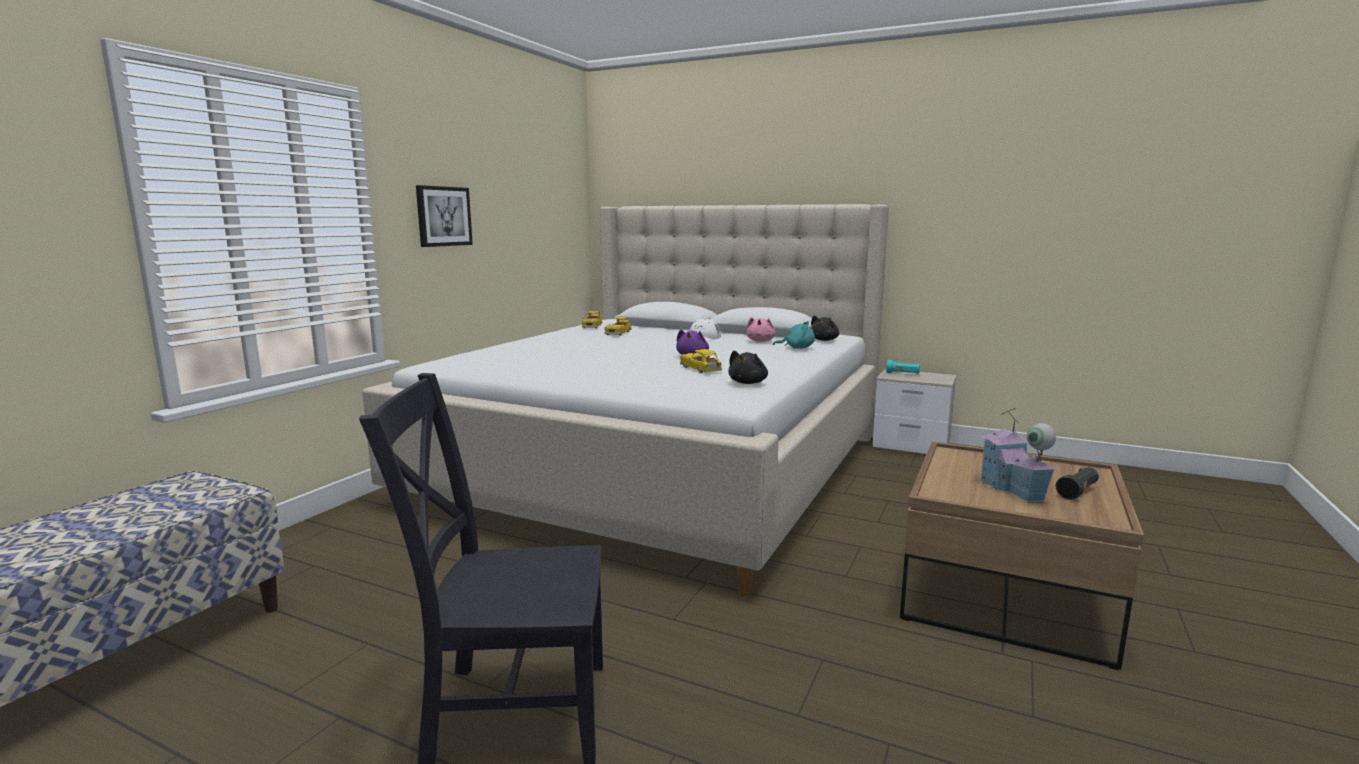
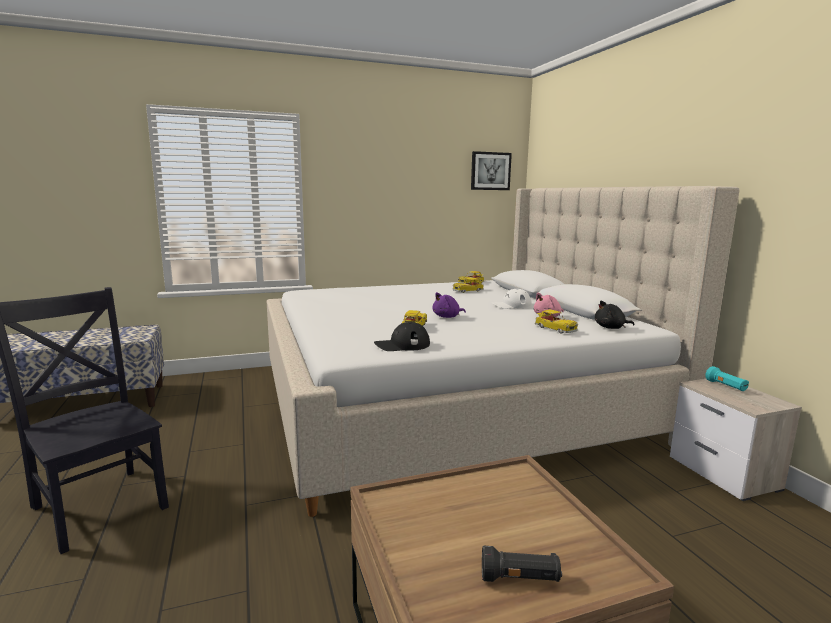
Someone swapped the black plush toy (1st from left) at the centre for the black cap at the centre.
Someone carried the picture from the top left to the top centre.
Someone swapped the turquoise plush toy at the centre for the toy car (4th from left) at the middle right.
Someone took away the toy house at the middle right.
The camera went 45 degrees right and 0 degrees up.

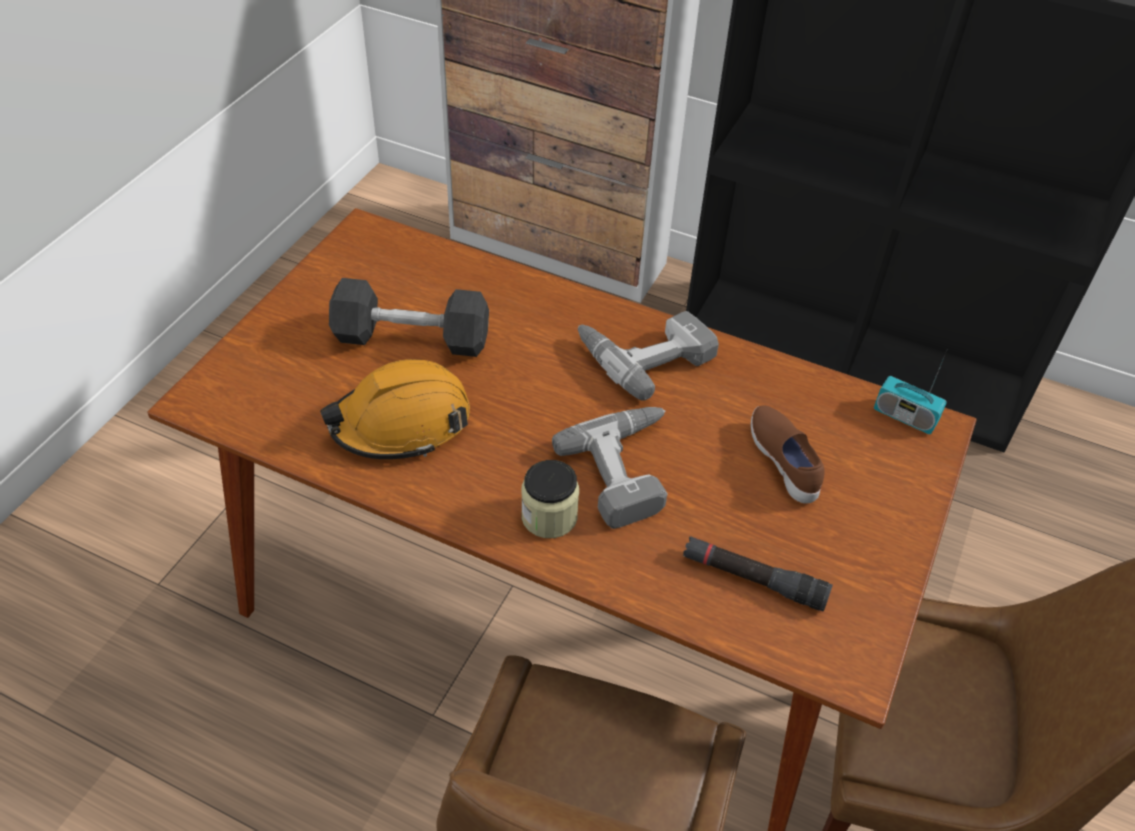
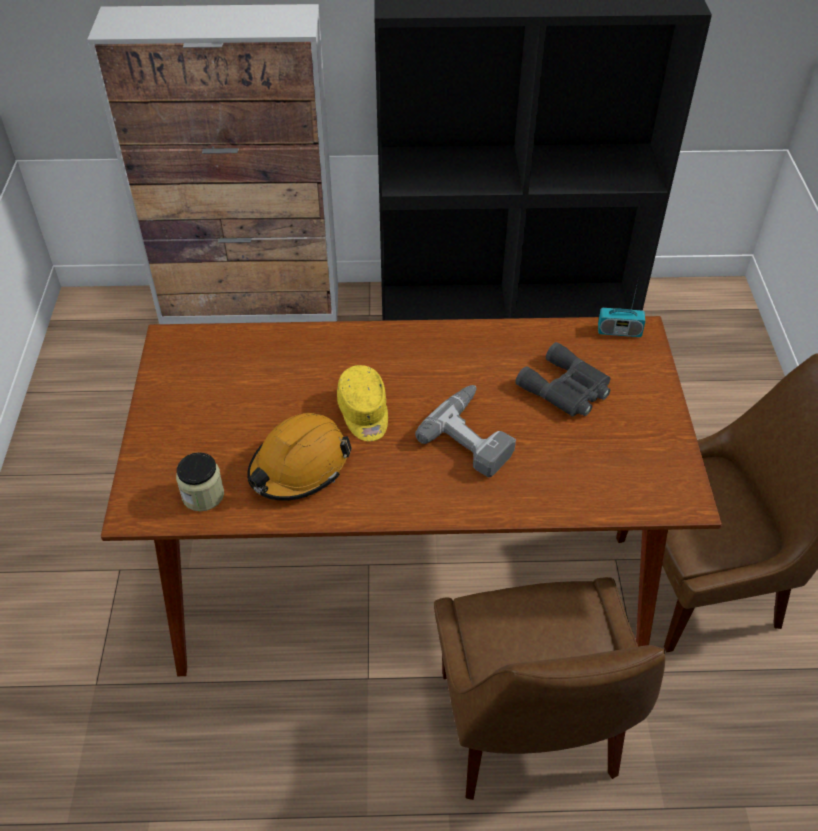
Someone carried the jar from the centre to the middle left.
Someone put down the yellow cap at the centre.
Someone swapped the brown shoe at the middle right for the grey binoculars at the middle right.
Someone took away the grey dumbbell at the centre.
Someone took away the power drill (2nd from left) at the centre.
Someone took away the black flashlight at the bottom right.
The camera went 25 degrees left and 0 degrees up.

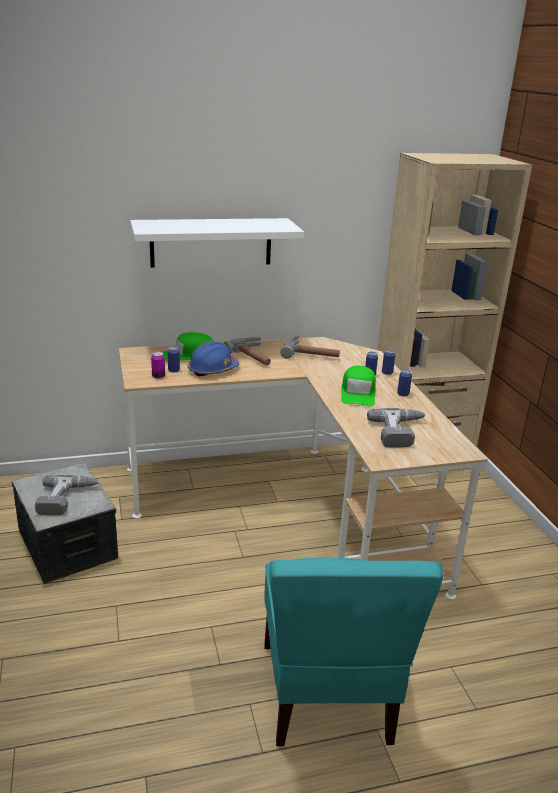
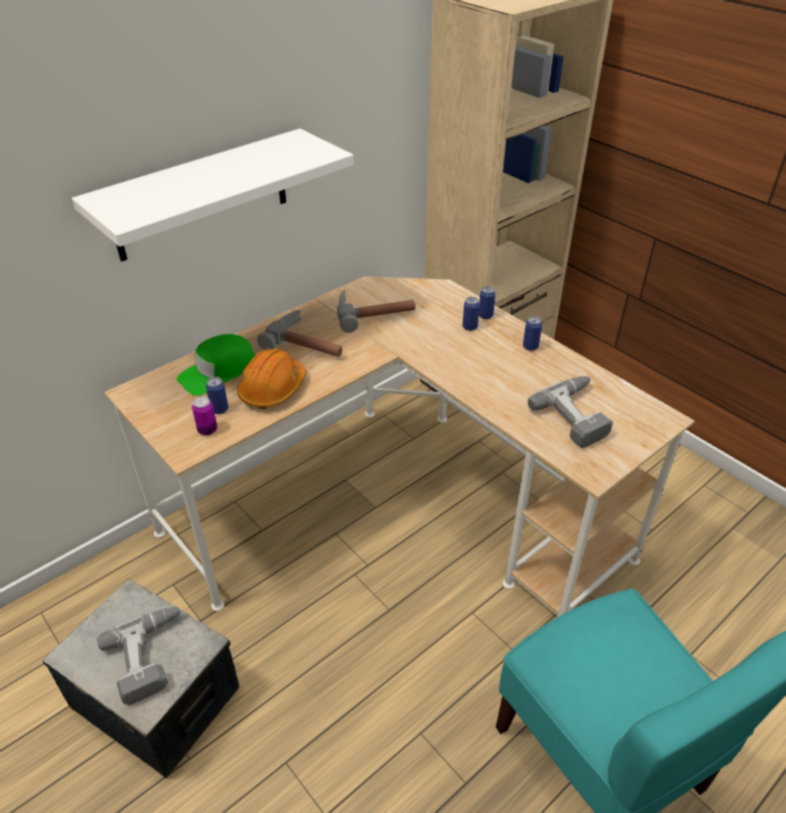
Someone repainted the blue hard hat at the centre, which became the orange hard hat at the centre.
Someone took away the green cap (2nd from left) at the centre.
The camera went 25 degrees left and 15 degrees up.

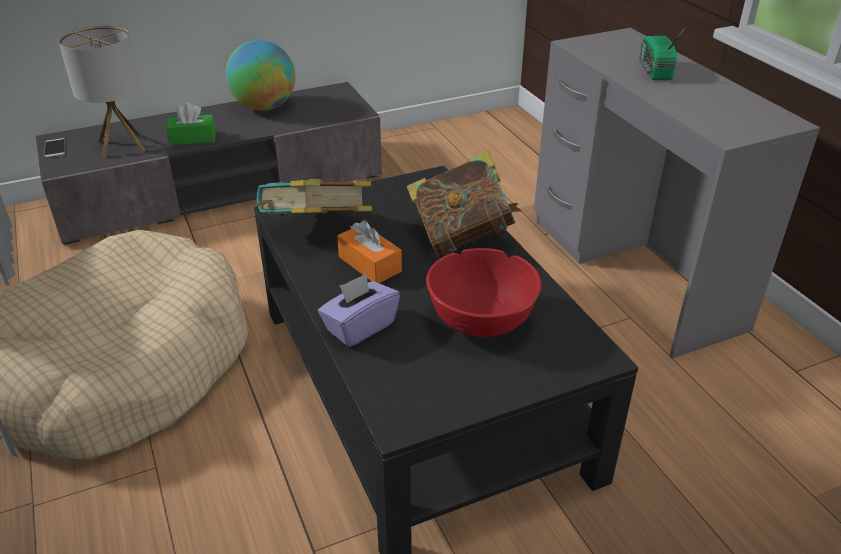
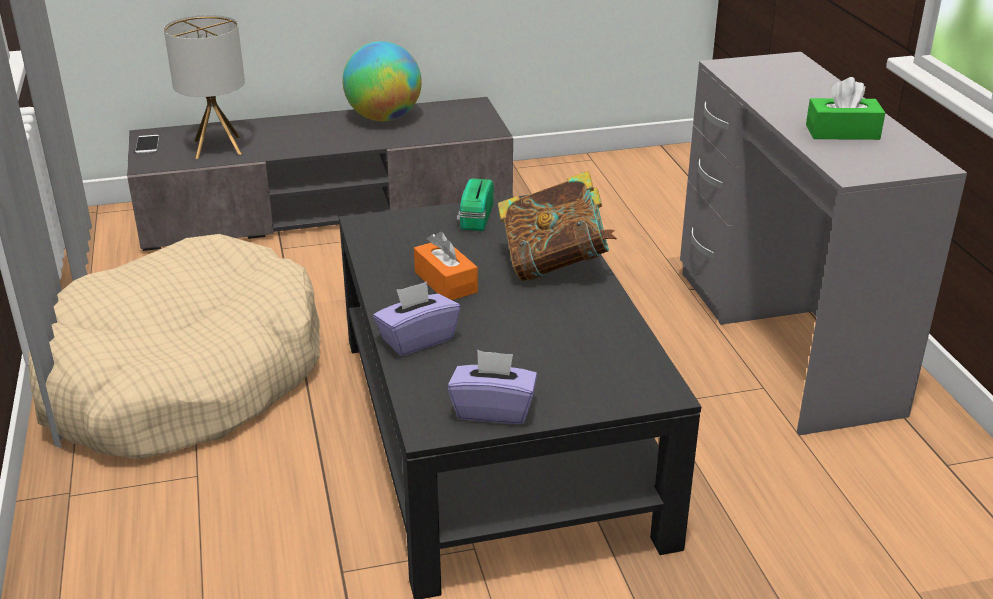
Someone put down the purple tissue box (2nd from left) at the centre.
Someone carried the radio from the top right to the centre.
Someone carried the green tissue box from the top left to the top right.
Someone took away the book (1st from left) at the centre.
Someone took away the red bowl at the centre.
The camera went 10 degrees right and 5 degrees down.

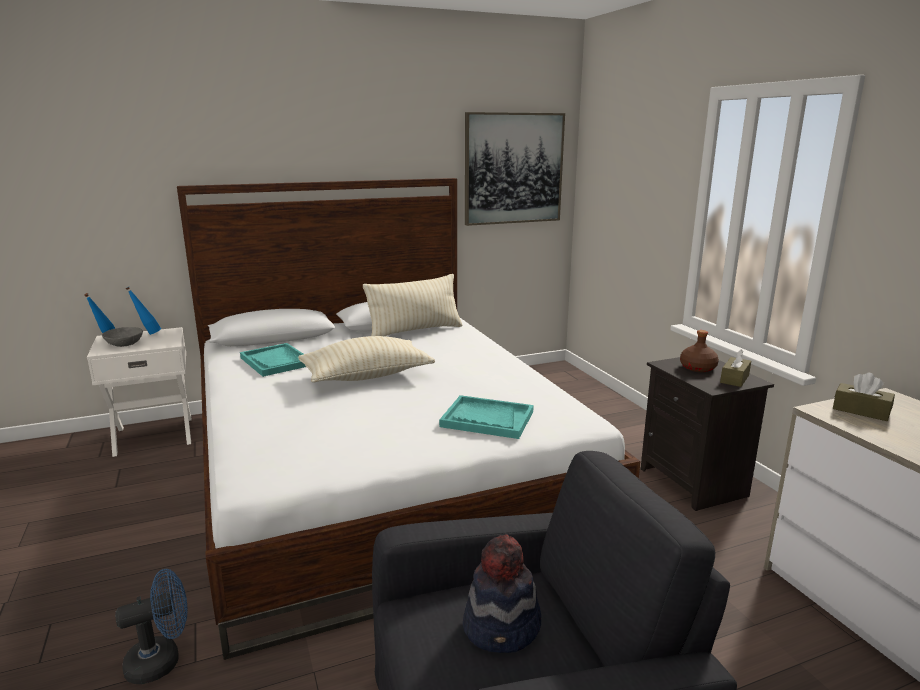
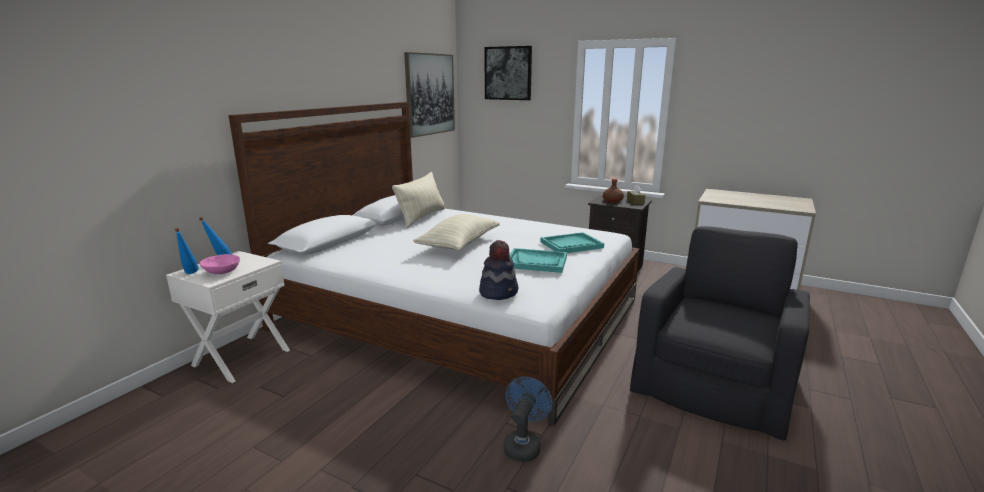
Someone repainted the grey bowl at the middle left, which became the pink bowl at the middle left.
Someone carried the hat from the bottom centre to the centre.
Someone put up the picture (2nd from left) at the top centre.
Someone carried the turquoise tray (1st from left) from the middle left to the centre.
Someone took away the brown tissue box (2nd from left) at the middle right.
The camera went 40 degrees left and 0 degrees up.

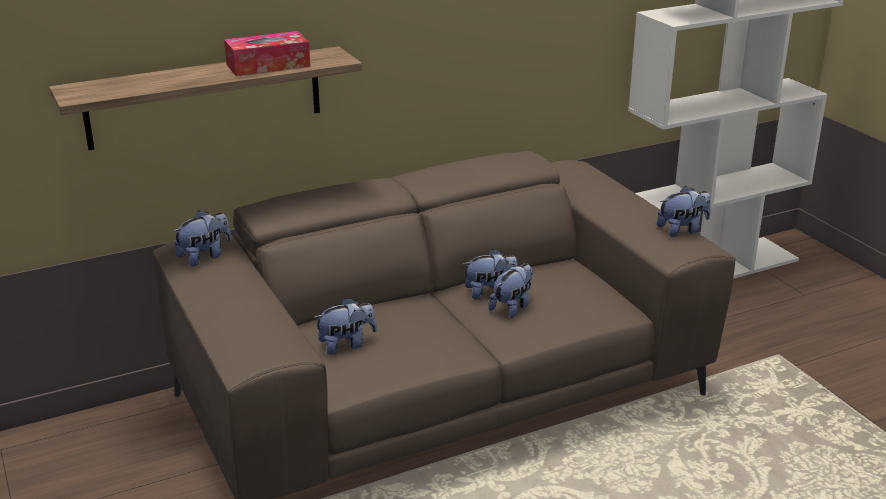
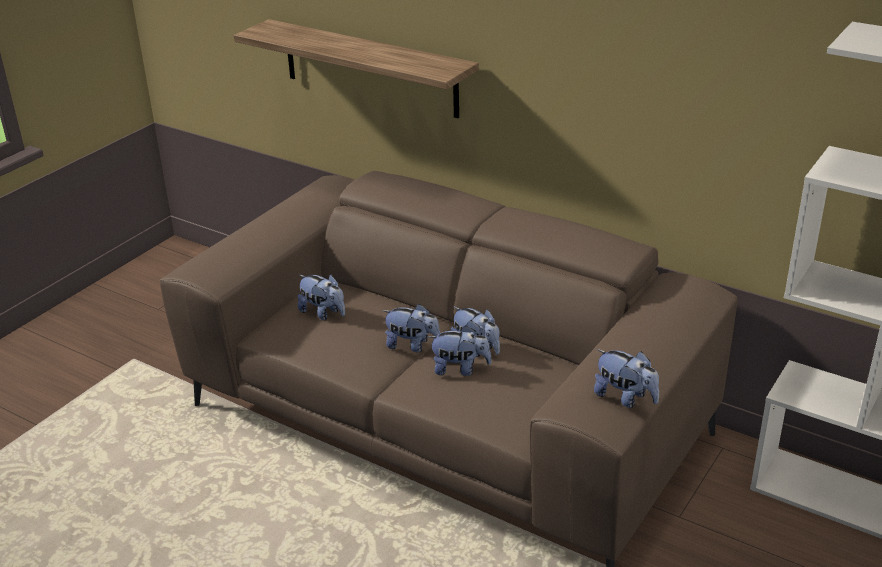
Someone carried the plush toy (1st from left in the first image) from the middle left to the centre.
Someone took away the tissue box at the top left.
The camera went 60 degrees right and 5 degrees up.

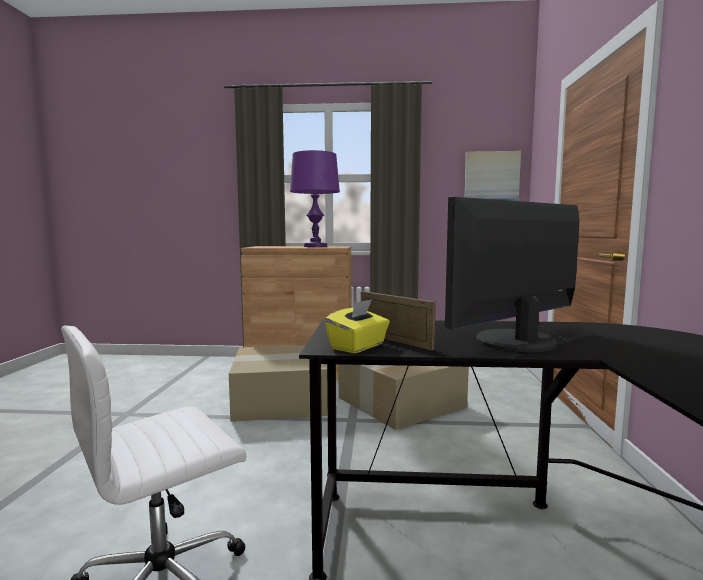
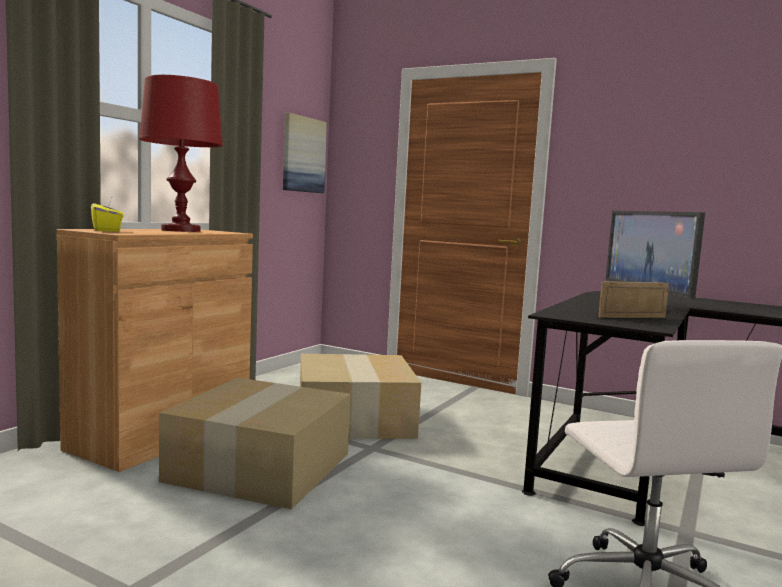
Someone carried the yellow tissue box from the centre to the middle left.
Someone repainted the purple table lamp at the centre, which became the red table lamp at the top left.
The camera went 65 degrees left and 0 degrees up.

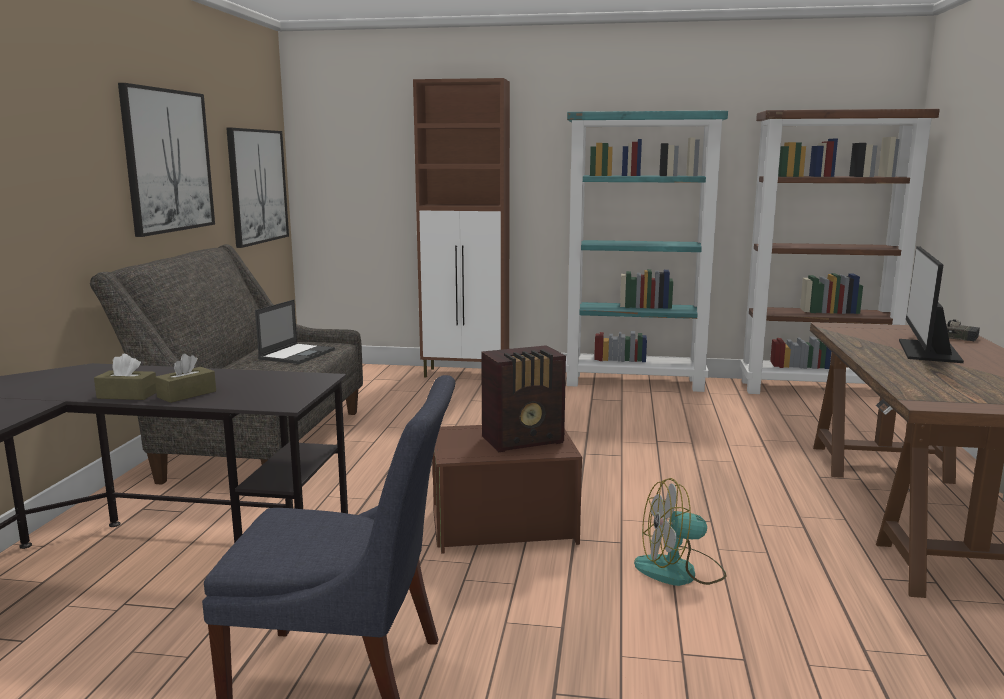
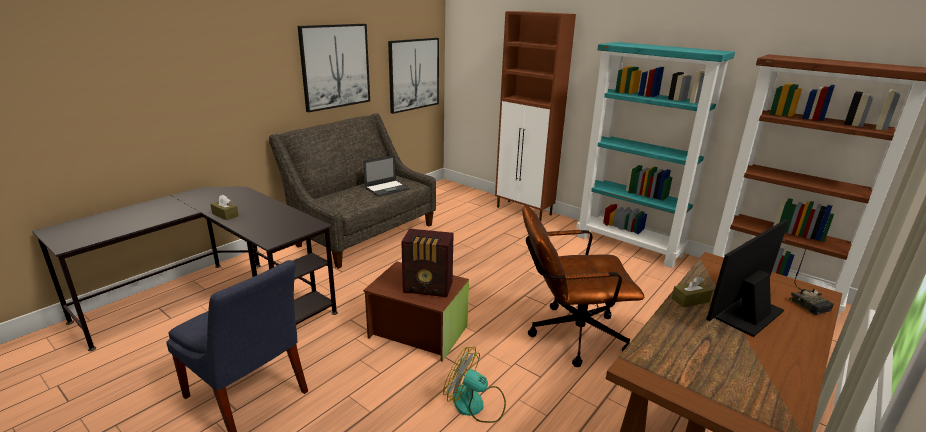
Someone put down the brown office chair at the centre.
Someone carried the brown tissue box (2nd from left) from the middle left to the bottom right.
The camera went 30 degrees right and 10 degrees up.

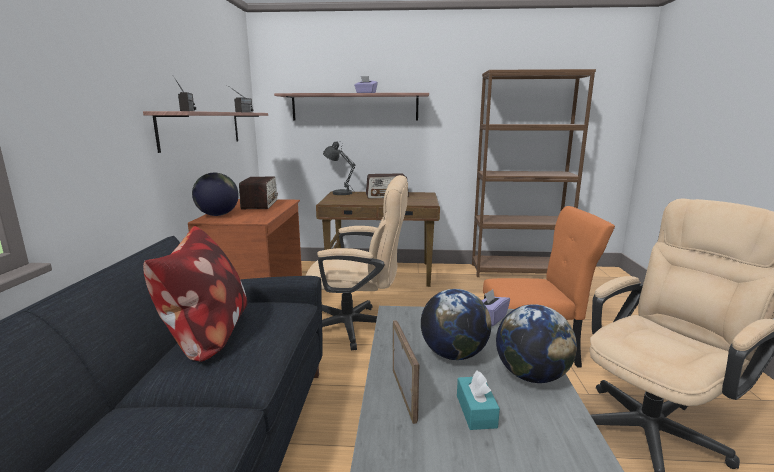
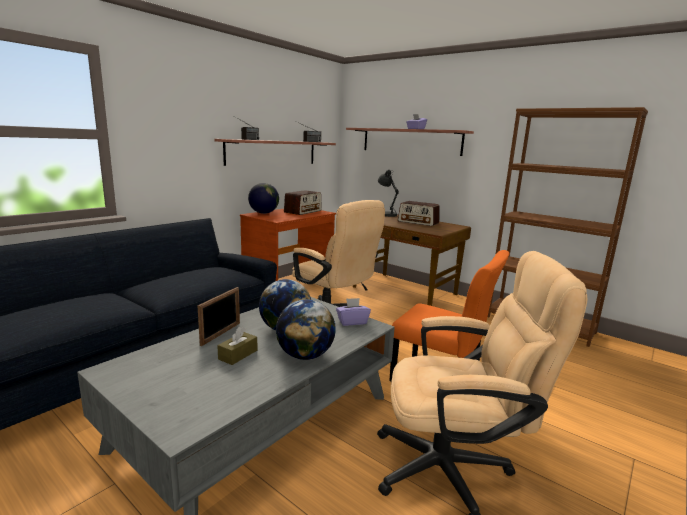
Someone repainted the turquoise tissue box at the bottom centre, which became the brown tissue box at the bottom centre.
Someone took away the pillow at the middle left.
The camera went 35 degrees right and 0 degrees up.

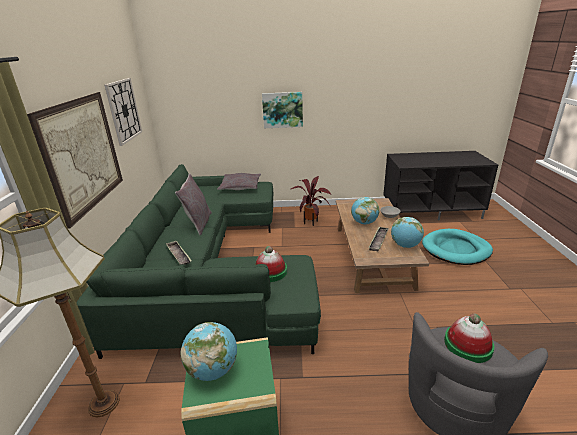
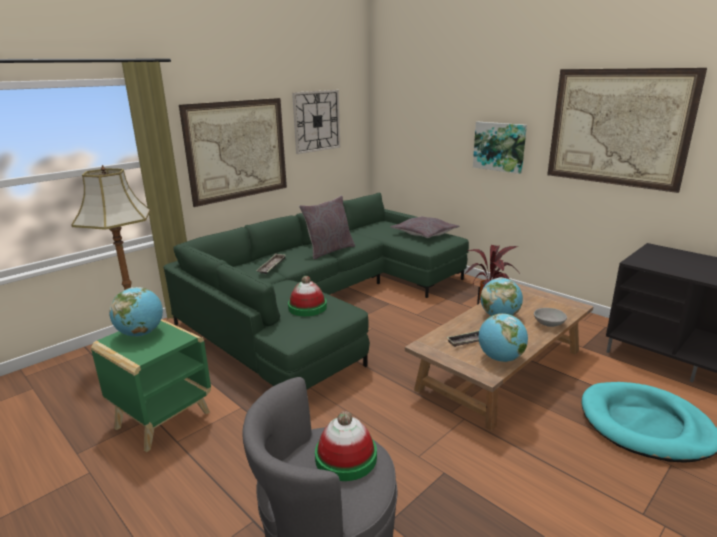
Someone put up the picture (3rd from left) at the top right.
The camera went 45 degrees right and 5 degrees down.

